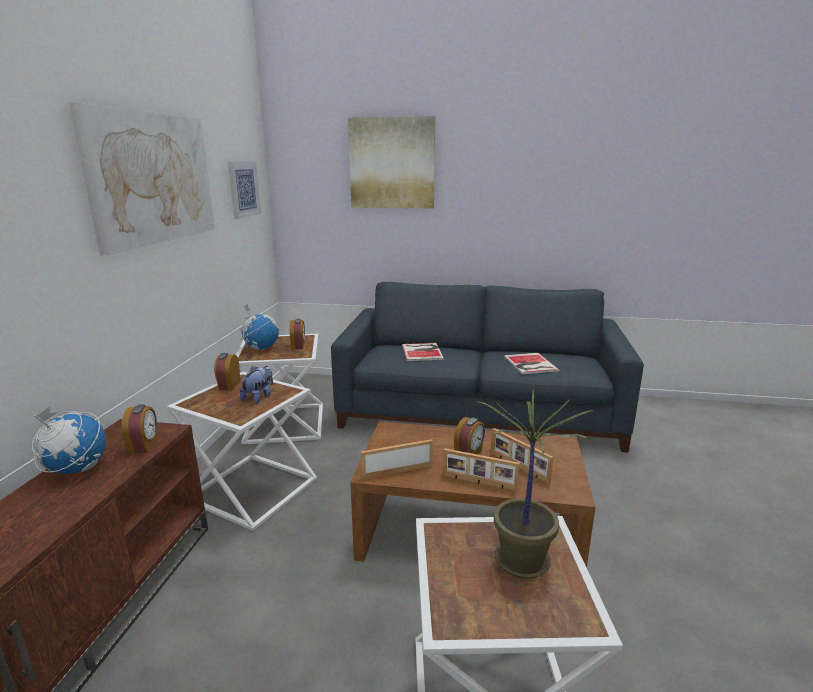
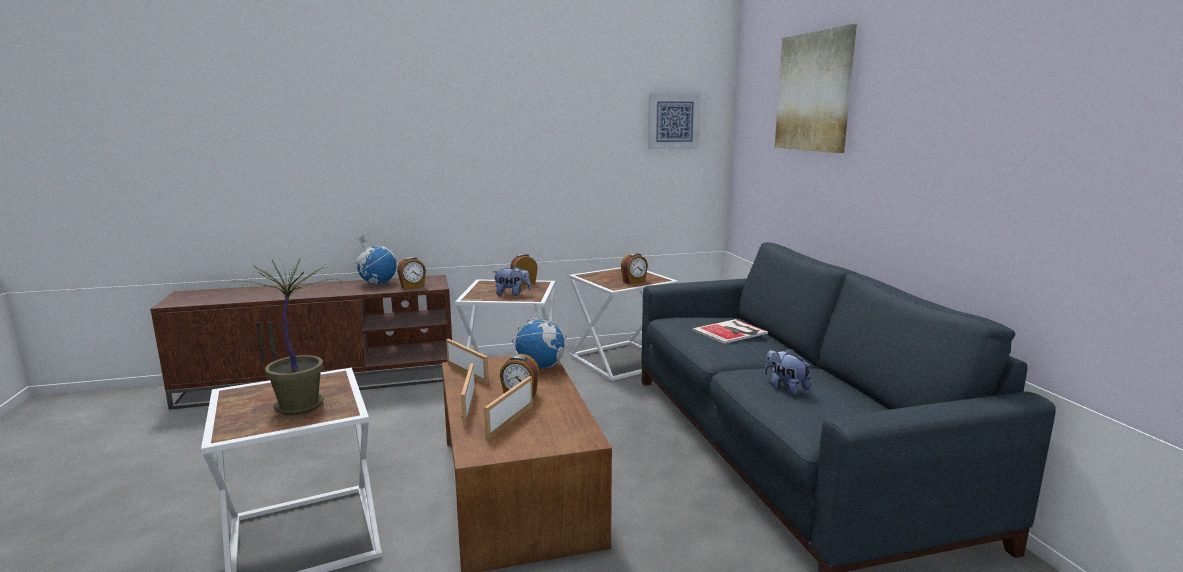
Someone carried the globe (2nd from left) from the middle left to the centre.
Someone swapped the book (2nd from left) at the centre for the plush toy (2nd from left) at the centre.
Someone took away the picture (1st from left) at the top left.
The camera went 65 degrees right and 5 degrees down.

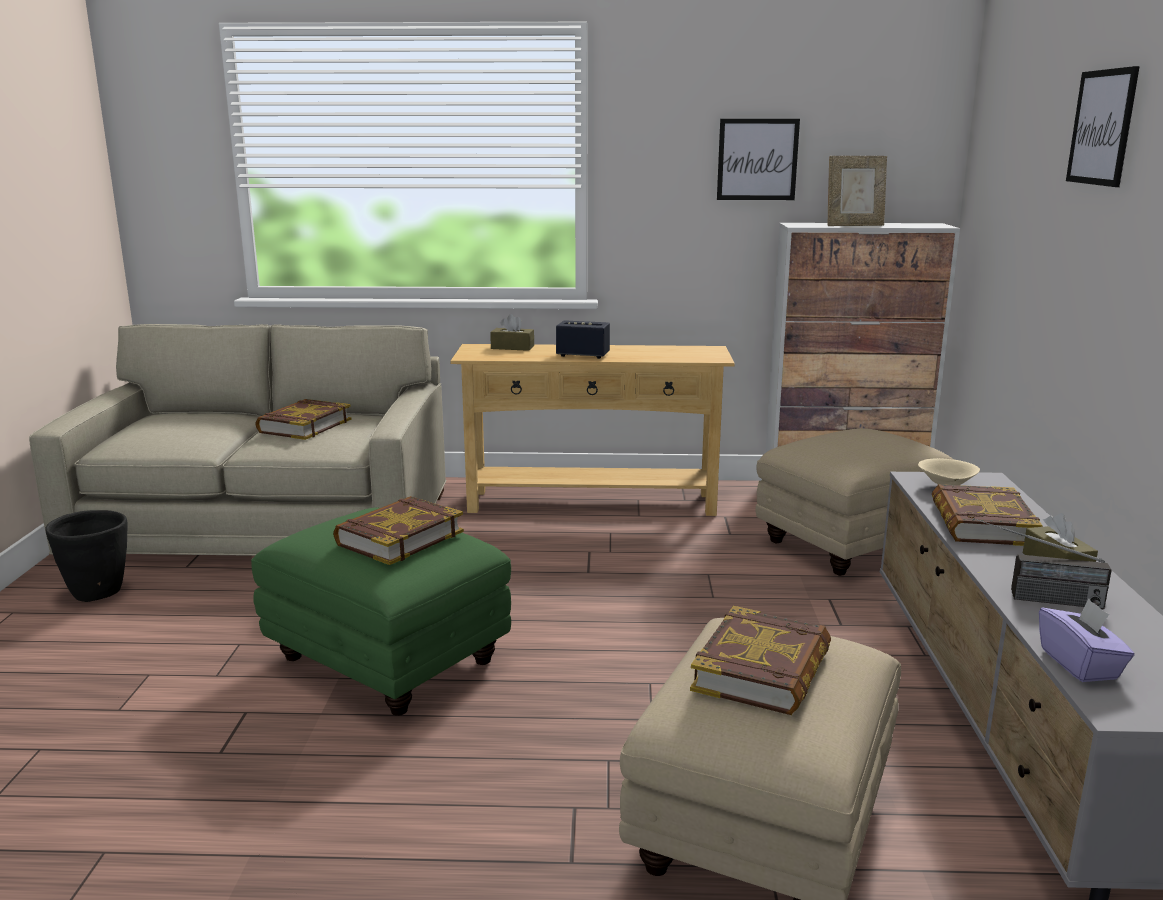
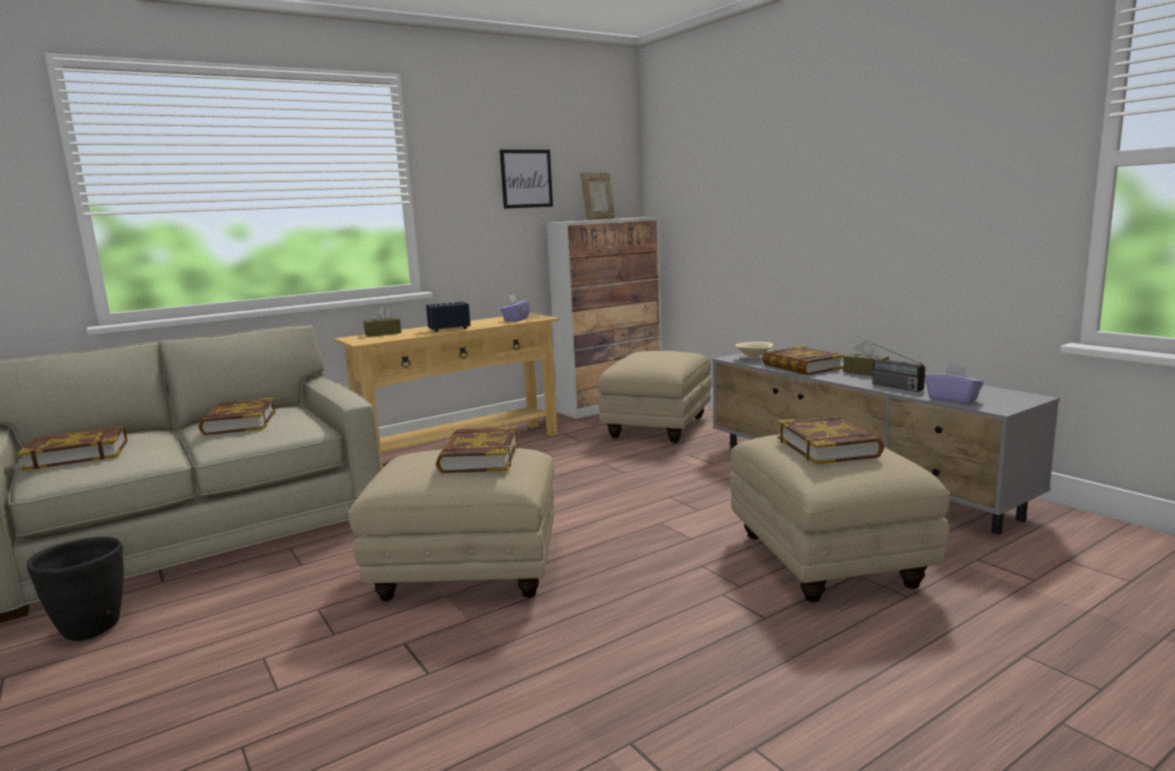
Someone put down the book (1st from left) at the middle left.
Someone repainted the green ottoman at the bottom left, which became the beige ottoman (1st from left) at the bottom centre.
Someone put down the purple tissue box (1st from left) at the centre.
Someone rotated the radio at the middle right by 75 degrees clockwise.
Someone took away the picture (2nd from left) at the top right.
The camera went 35 degrees left and 5 degrees down.

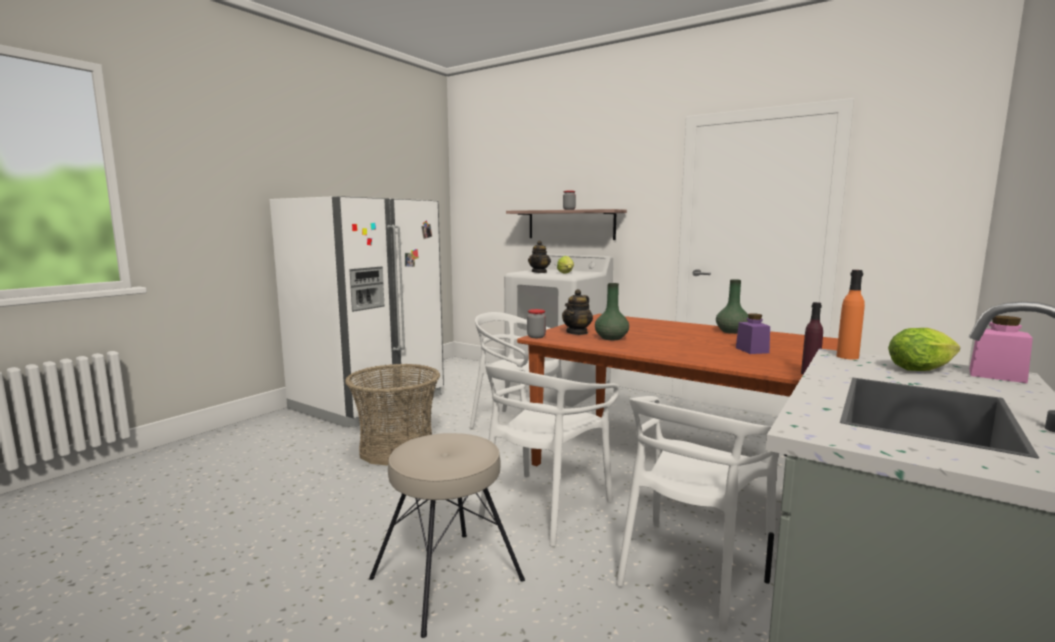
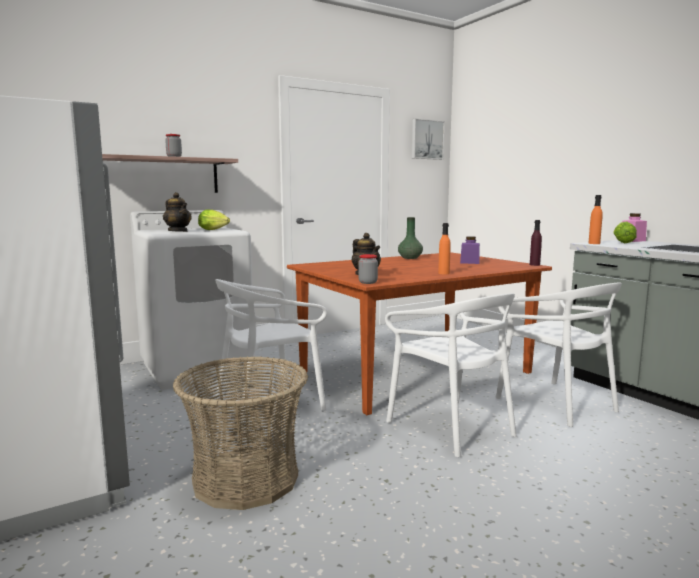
Someone put up the picture at the top centre.
Someone put down the orange bottle (1st from left) at the centre.
Someone took away the beige stool at the bottom centre.
Someone took away the green vase (1st from left) at the centre.
The camera went 65 degrees left and 0 degrees up.

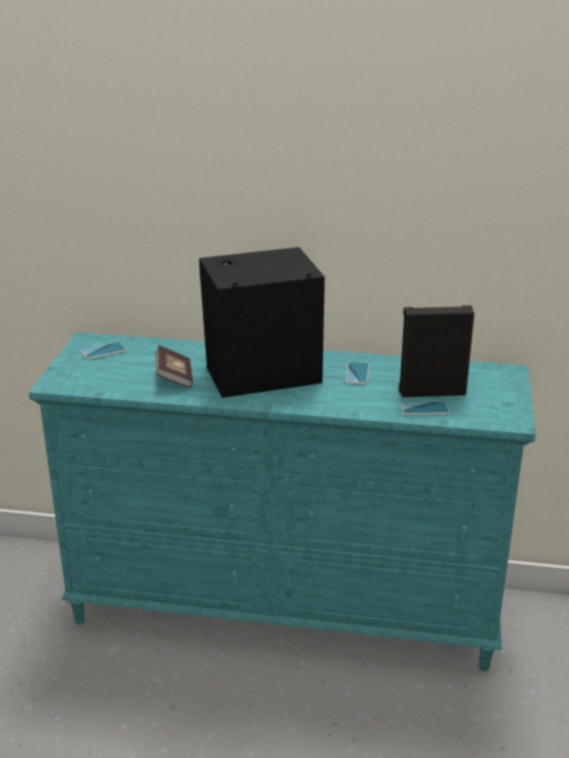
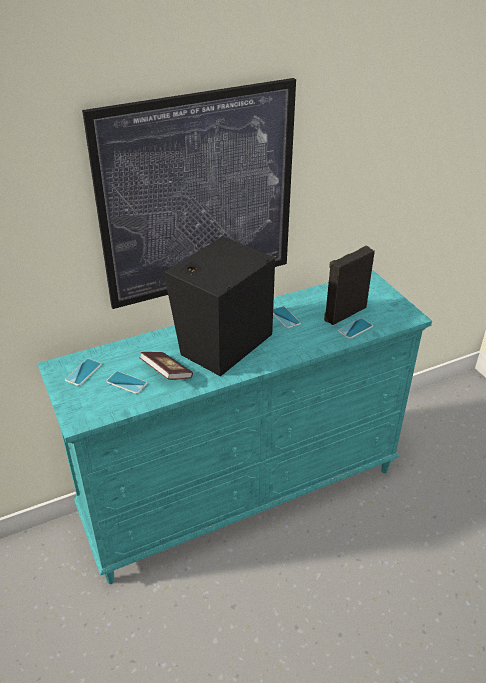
Someone put up the picture at the top centre.
Someone put down the phone (2nd from left) at the middle left.
The camera went 35 degrees left and 10 degrees up.

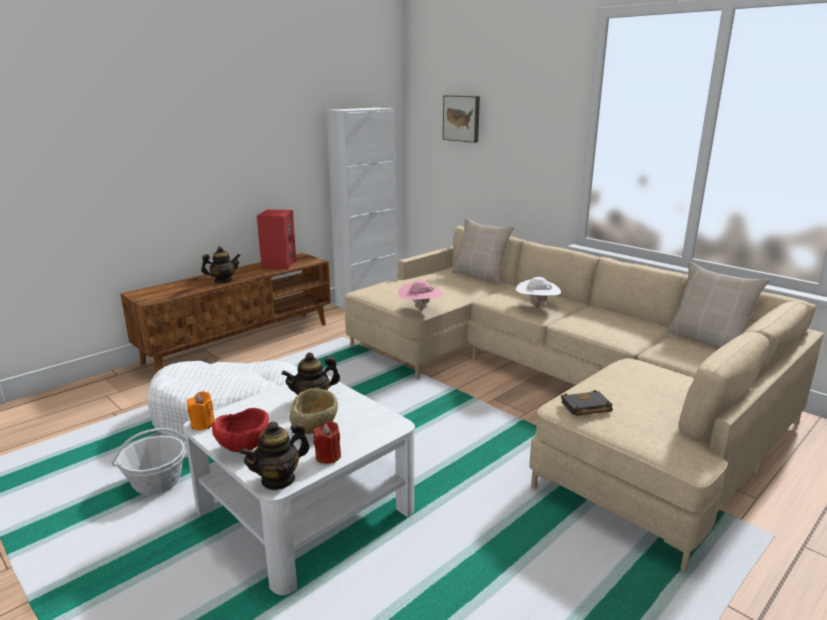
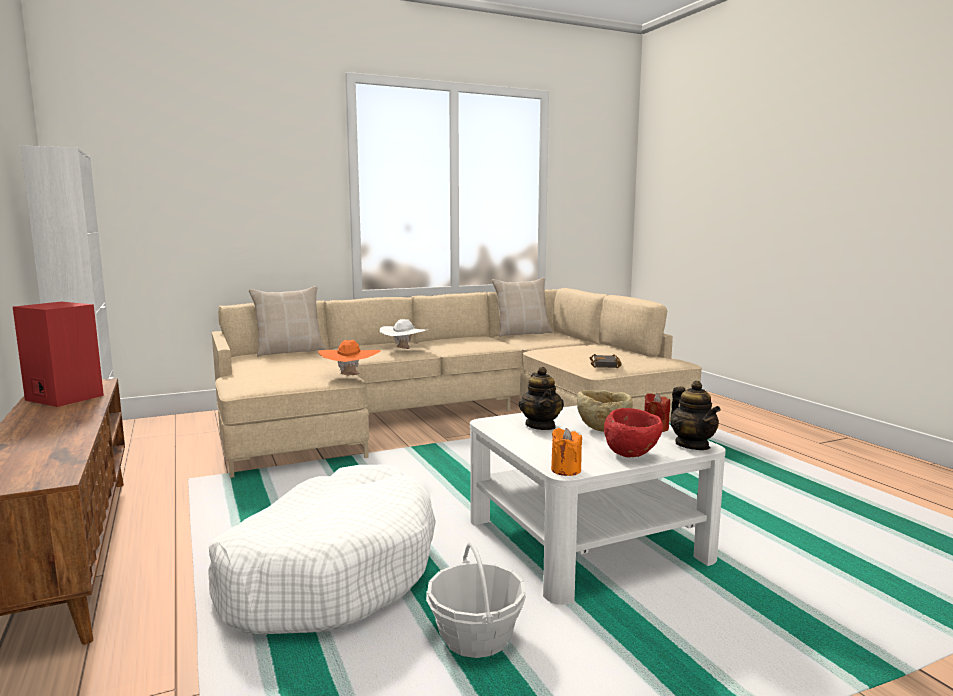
Someone repainted the pink hat at the centre, which became the orange hat at the centre.
Someone took away the teapot (1st from left) at the middle left.
Someone took away the picture at the top centre.
The camera went 70 degrees left and 10 degrees down.

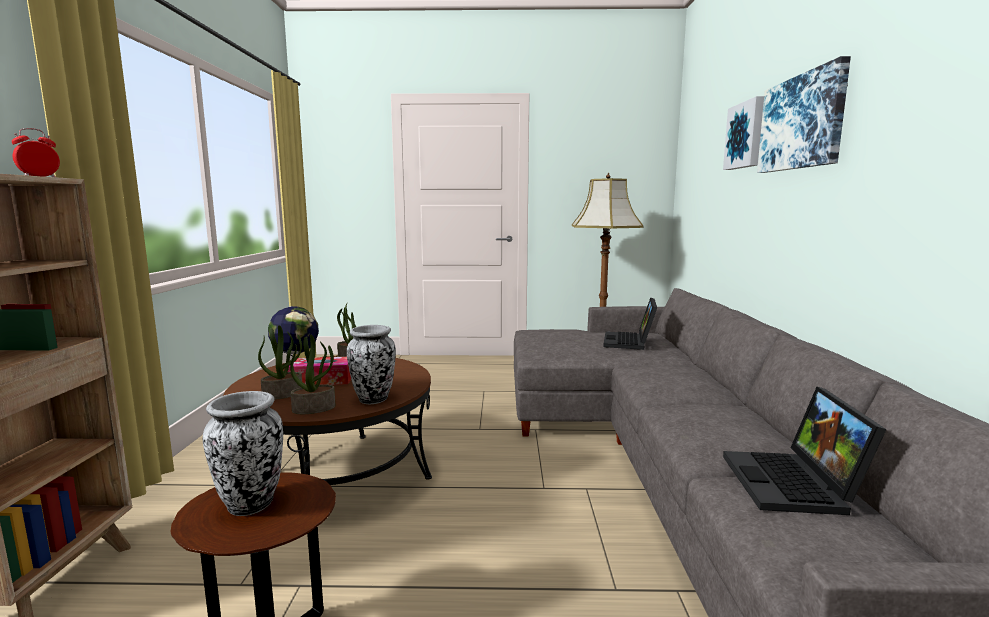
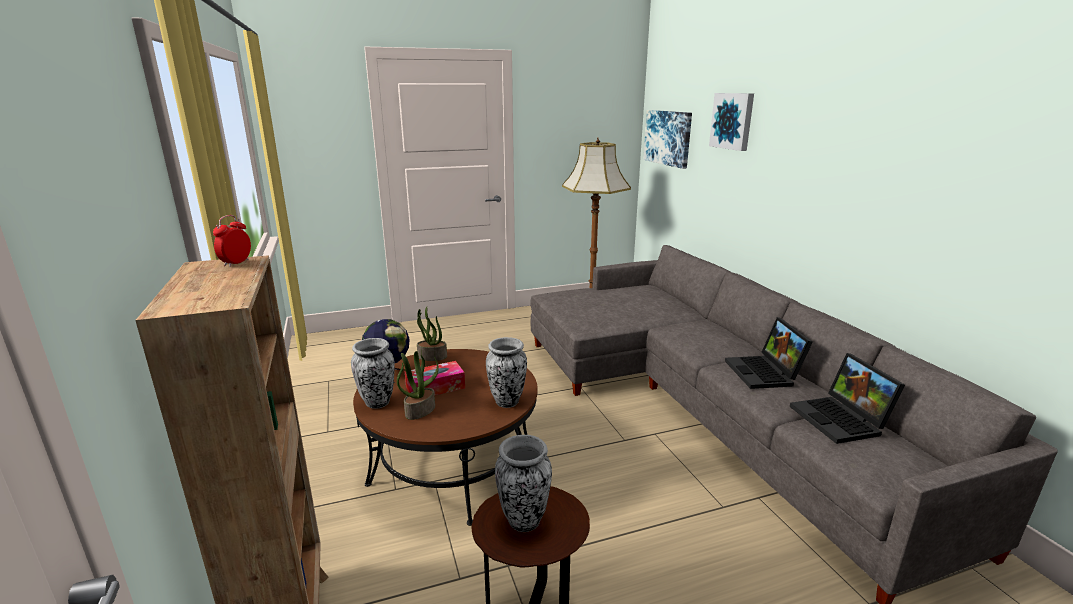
Someone put down the vase (1st from left) at the centre.
Someone carried the picture (2nd from left in the first image) from the top right to the top centre.
Someone carried the laptop (1st from left) from the centre to the middle right.
Someone took away the potted plant (2nd from left) at the middle left.
The camera went 20 degrees left and 10 degrees up.

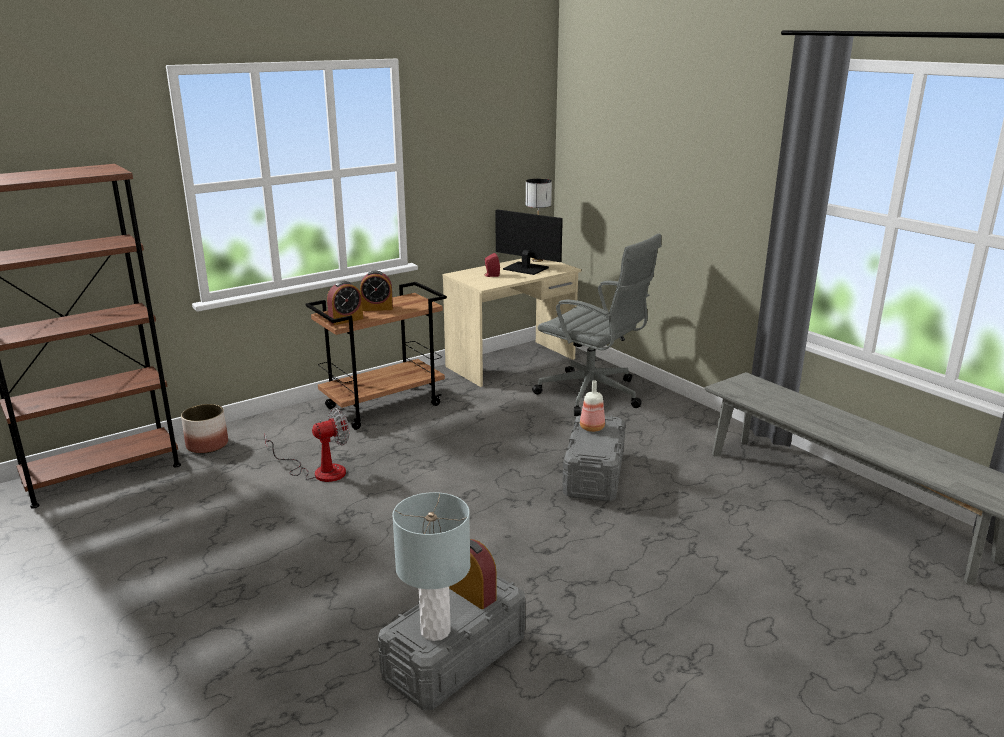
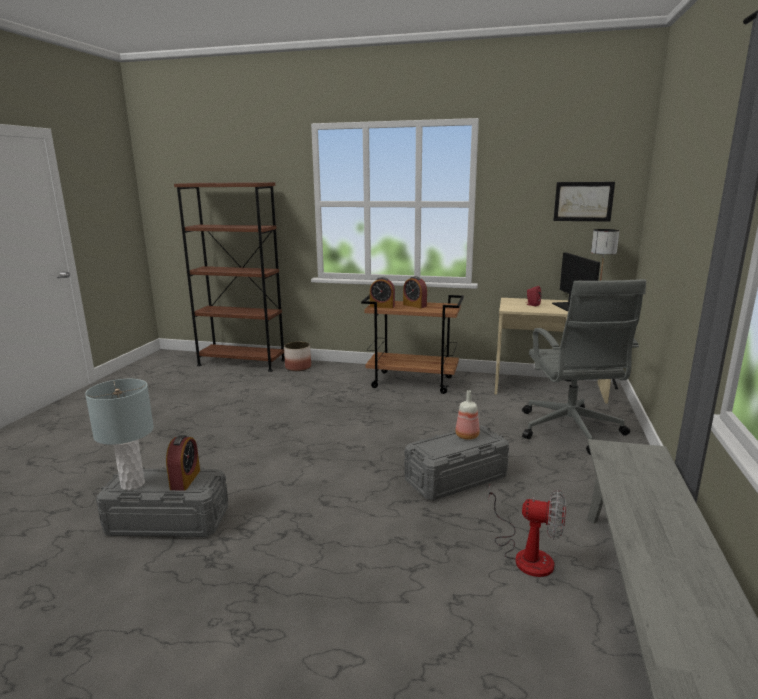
Someone carried the fan from the middle left to the bottom right.
Someone put up the picture at the top right.
The camera went 50 degrees right and 5 degrees down.

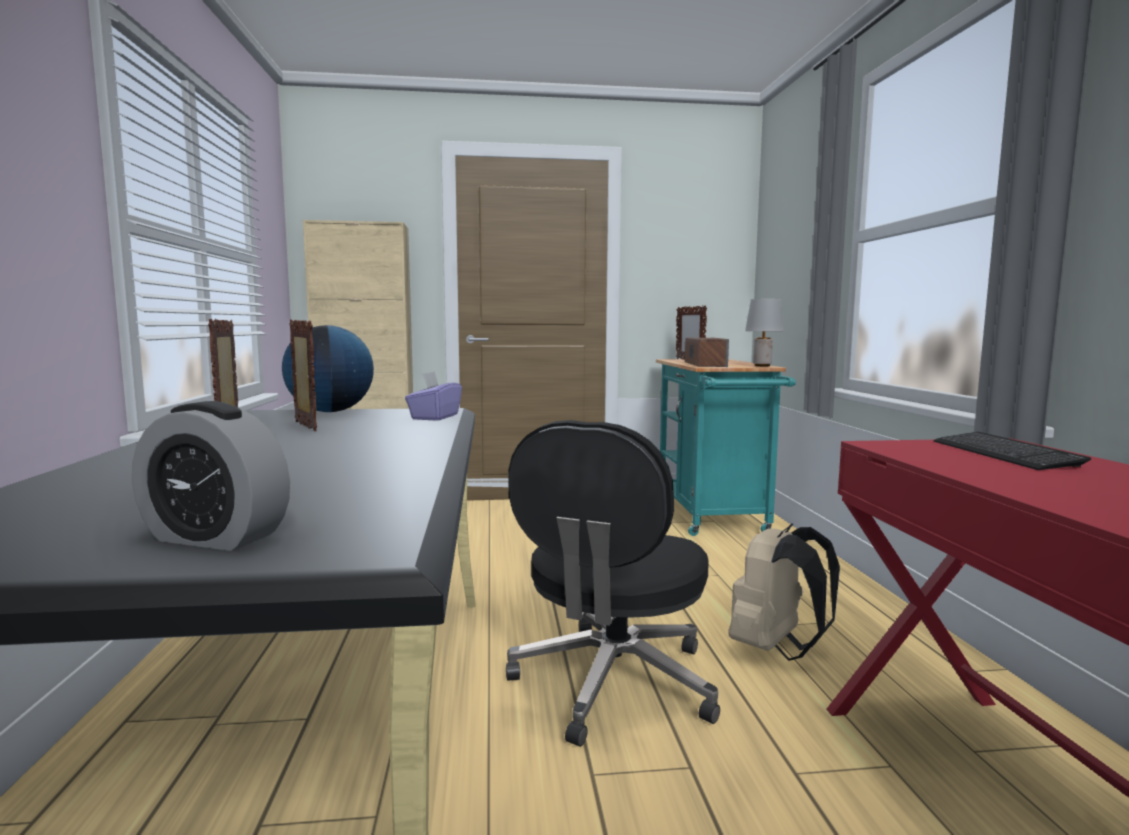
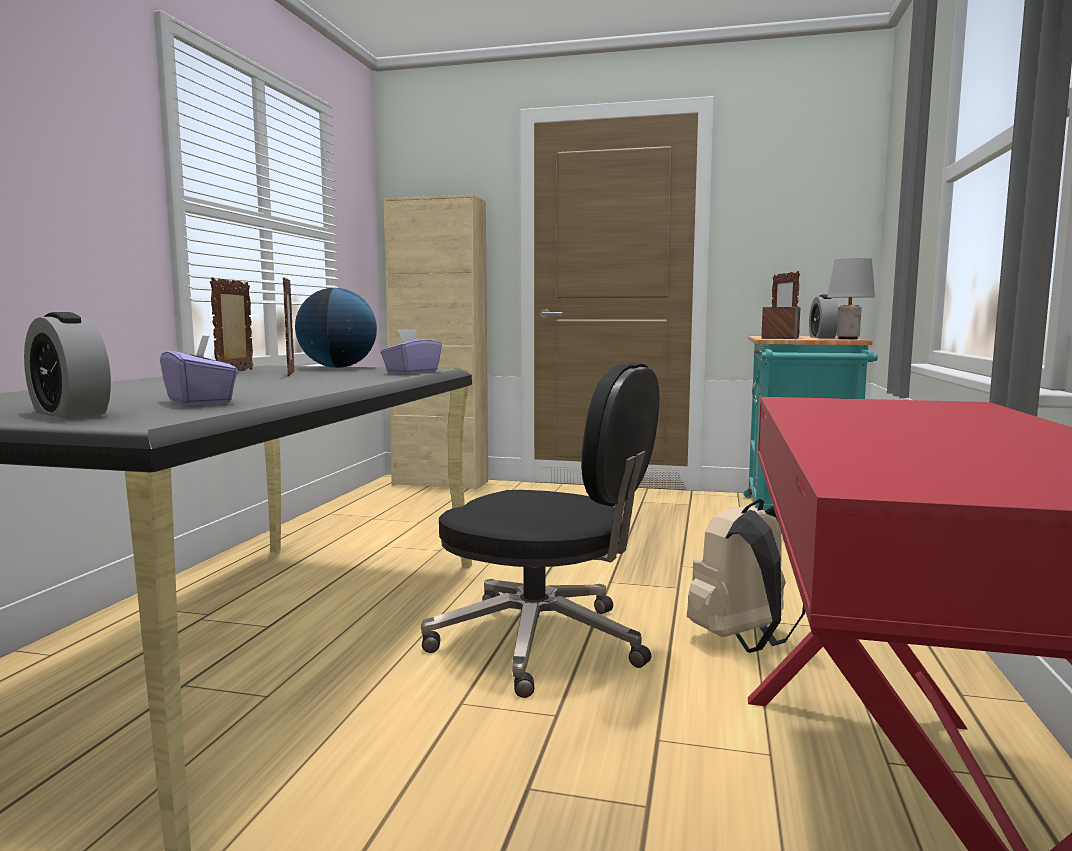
Someone put down the purple tissue box (1st from left) at the middle left.
Someone rotated the black office chair at the bottom centre by 105 degrees counterclockwise.
Someone put down the alarm clock (2nd from left) at the middle right.
Someone took away the keyboard at the middle right.
The camera went 20 degrees right and 0 degrees up.

